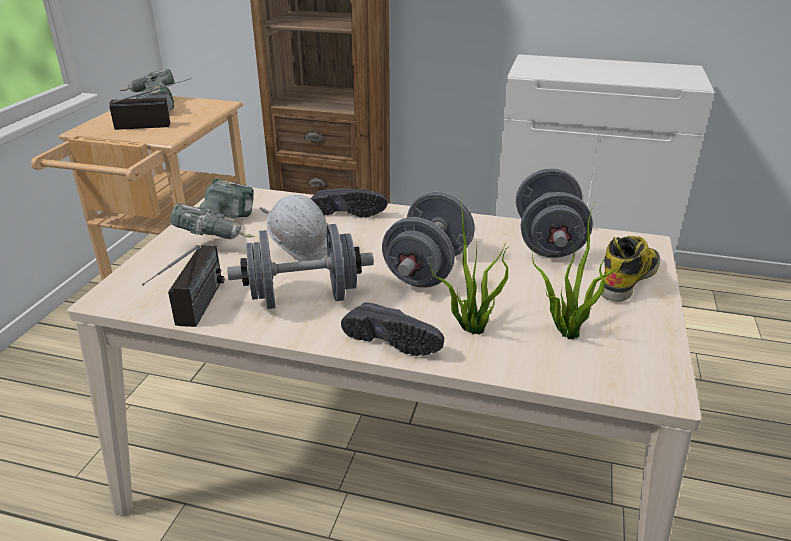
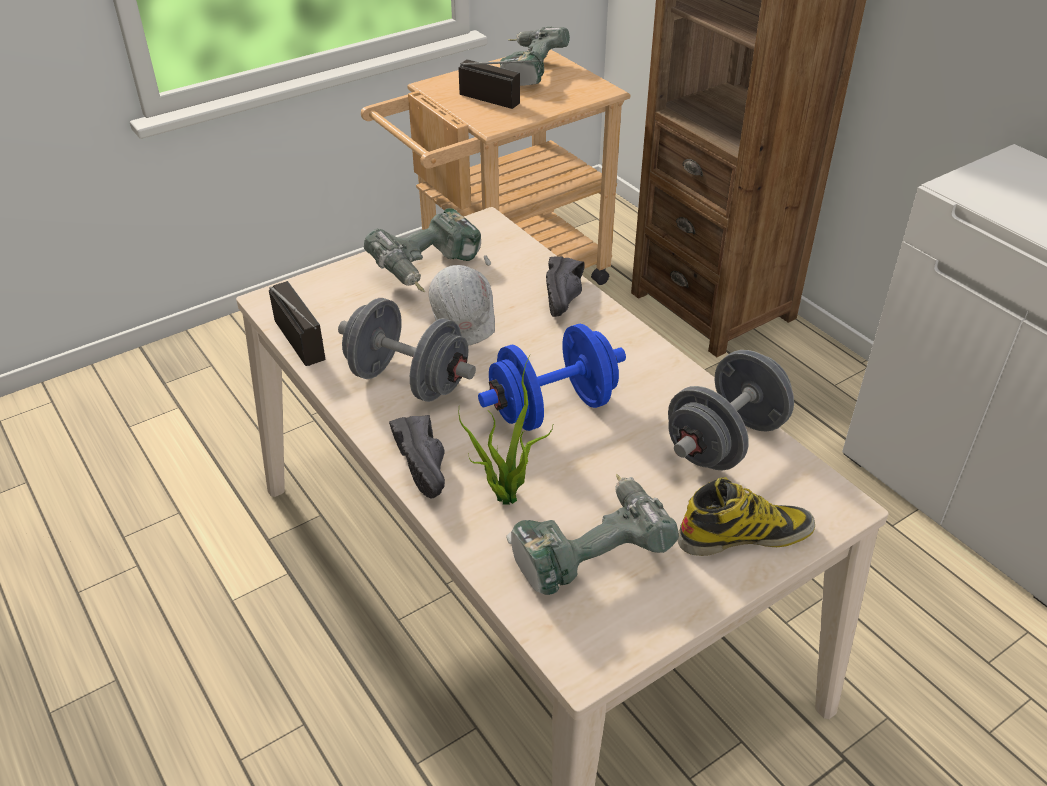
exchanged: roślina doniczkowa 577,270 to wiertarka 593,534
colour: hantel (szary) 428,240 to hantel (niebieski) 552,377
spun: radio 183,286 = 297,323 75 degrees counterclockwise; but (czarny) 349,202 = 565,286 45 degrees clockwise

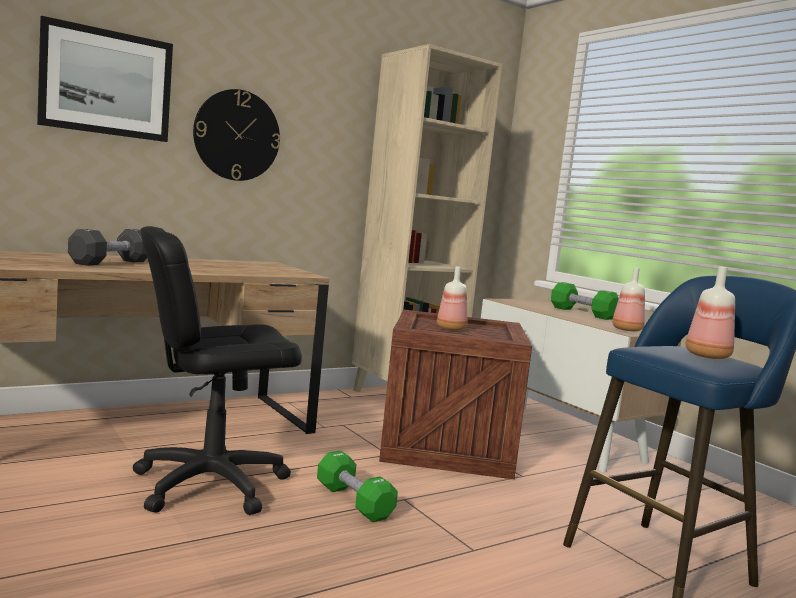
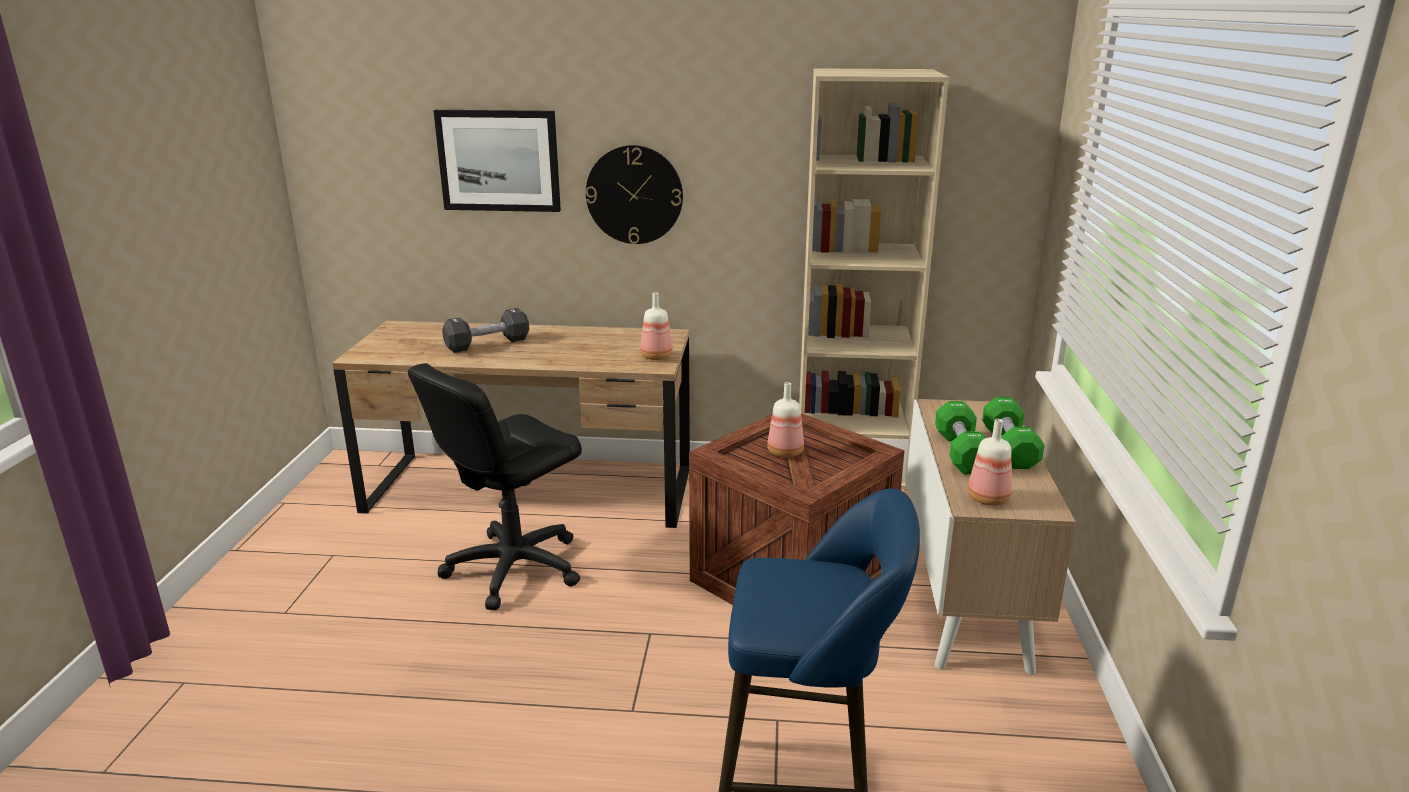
relocated: butelka 710,312 to 656,326; hantel (zielony) 357,486 to 960,437
spun: krzesło biurowe (czarny) 217,370 = 495,486 60 degrees counterclockwise

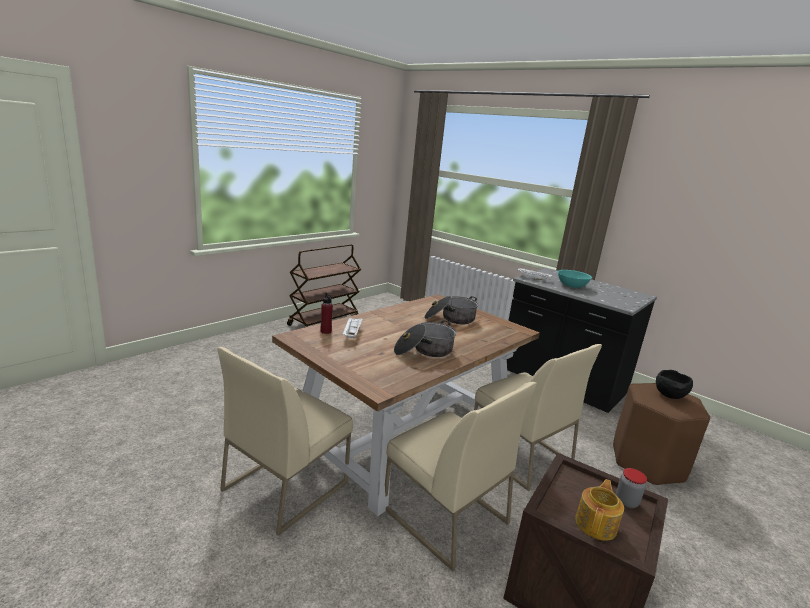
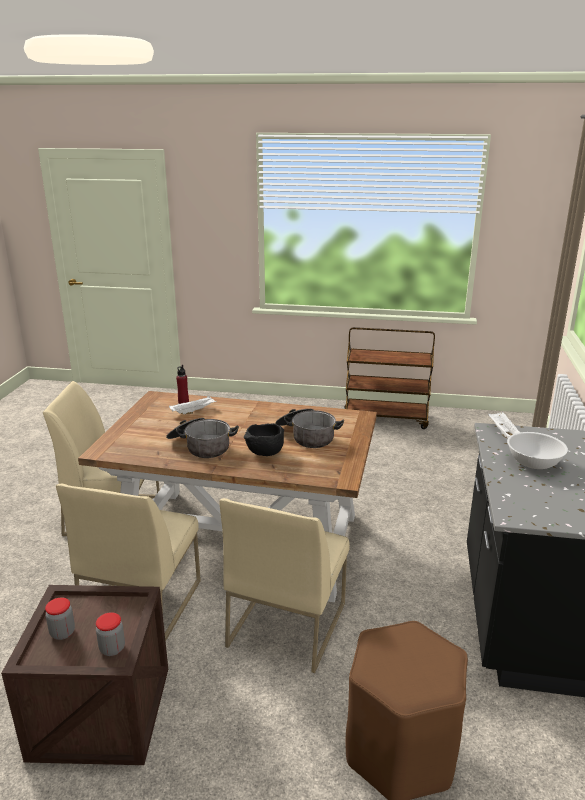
relocated: miska (czarny) 674,384 to 264,439
exchanged: imbryk 599,510 to słoik 60,619
colour: miska (turkusowy) 574,279 to miska (biały) 537,450

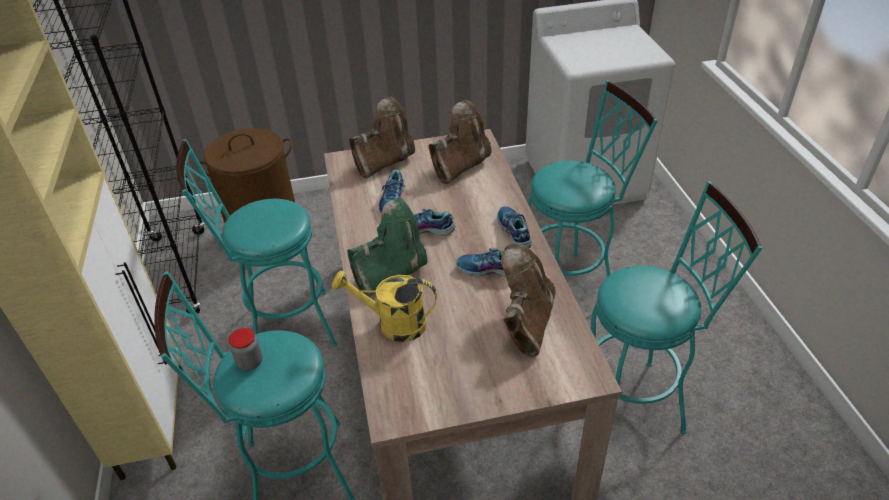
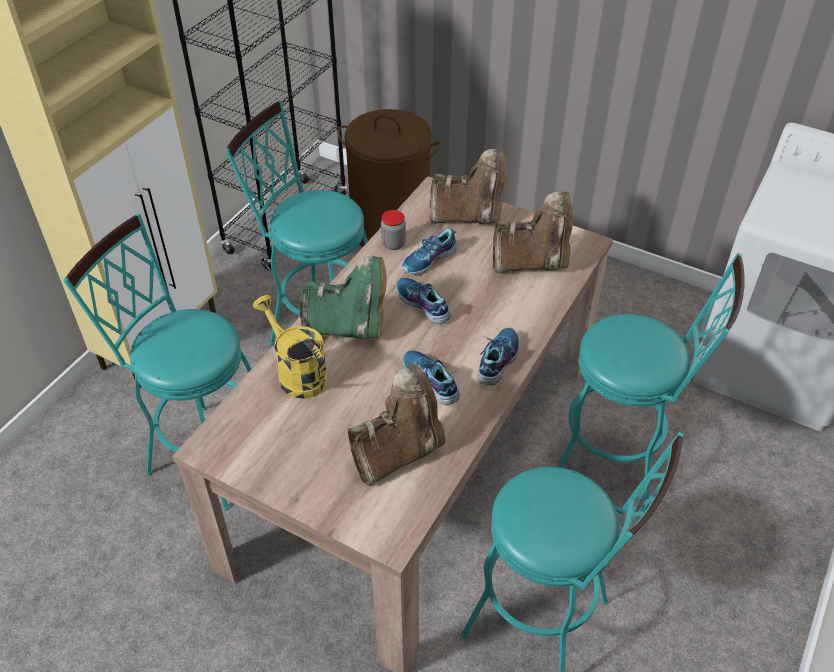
relocated: słoik 245,349 to 393,230

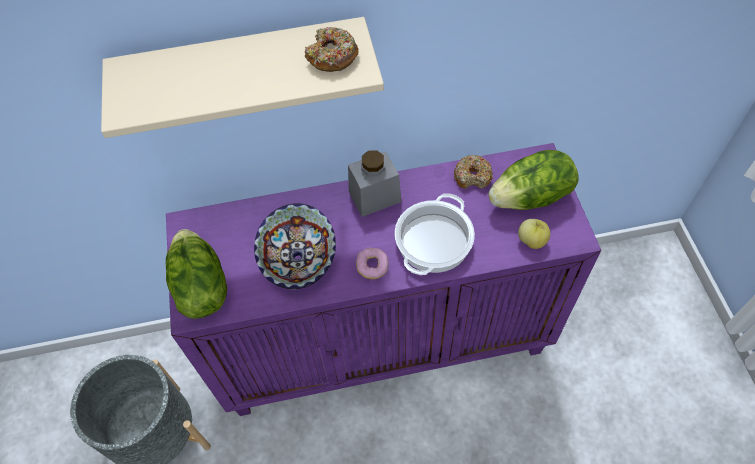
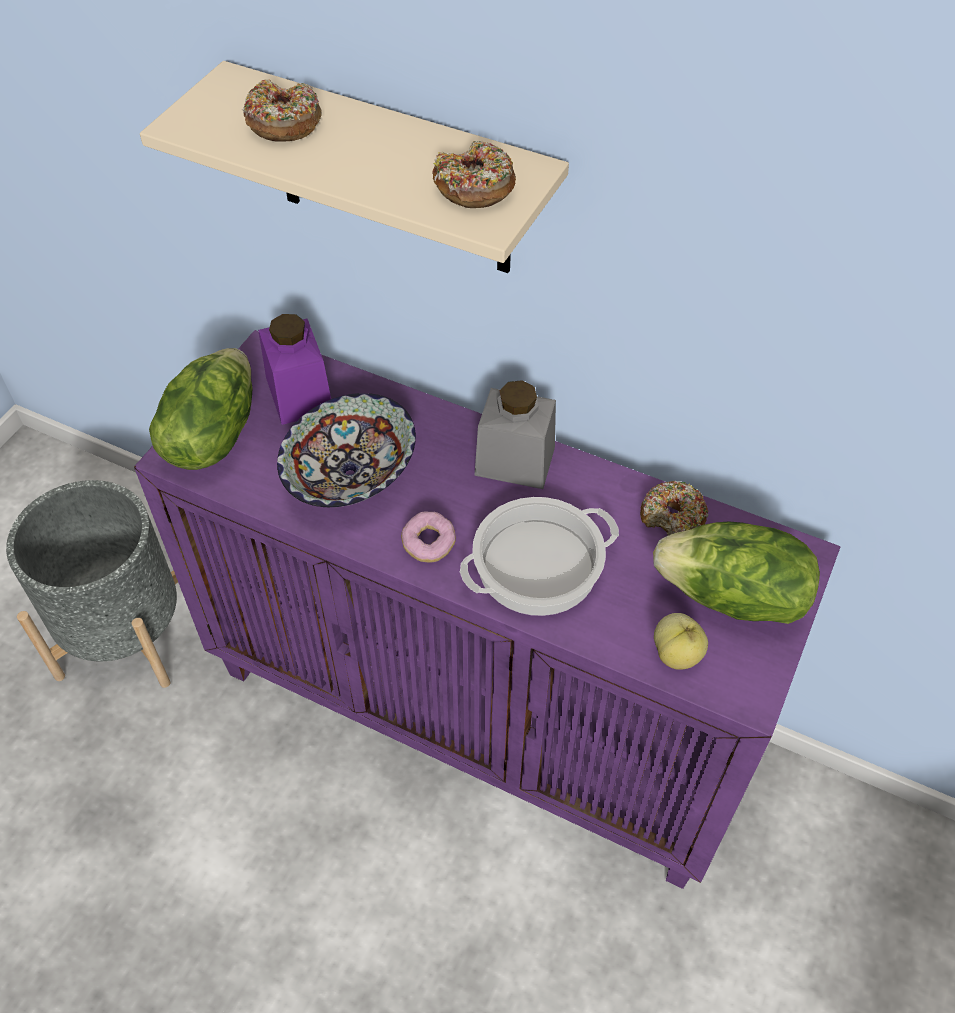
appeared: donut 282,110; słoik (fioletowy) 294,369

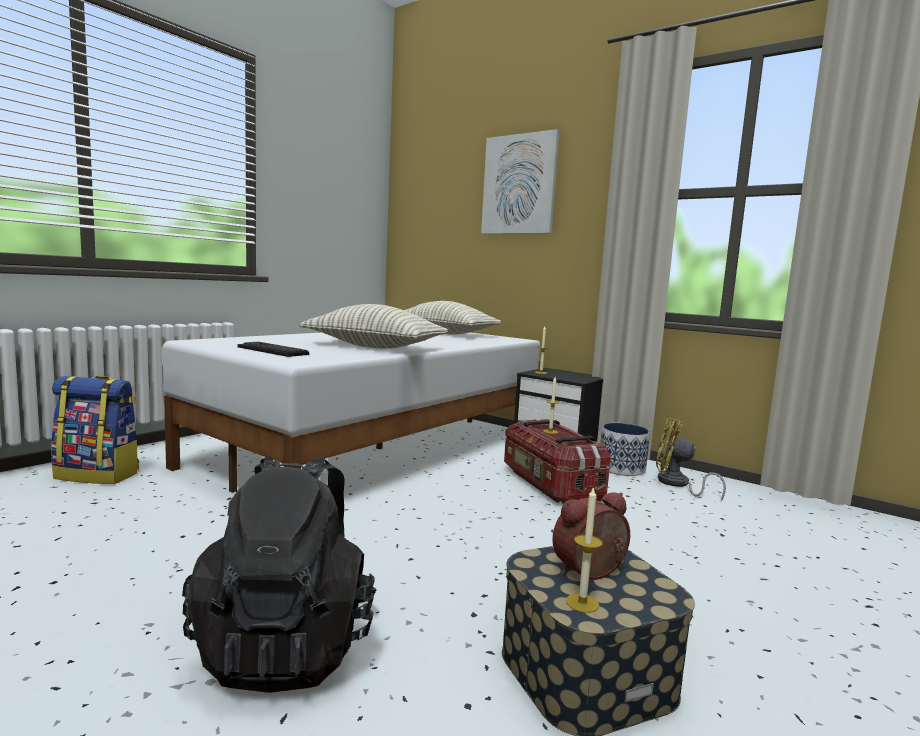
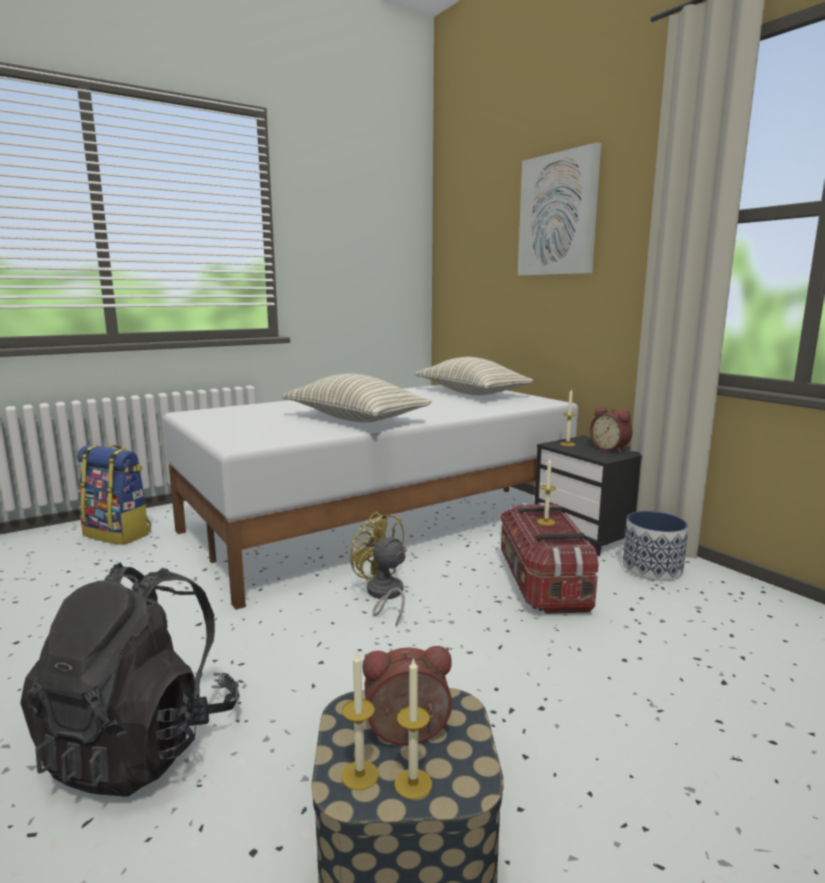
missing: klawiatura 273,349
appeared: świeca 413,728; budzik 611,429
relocated: wentylator (żółty) 691,459 to 378,569

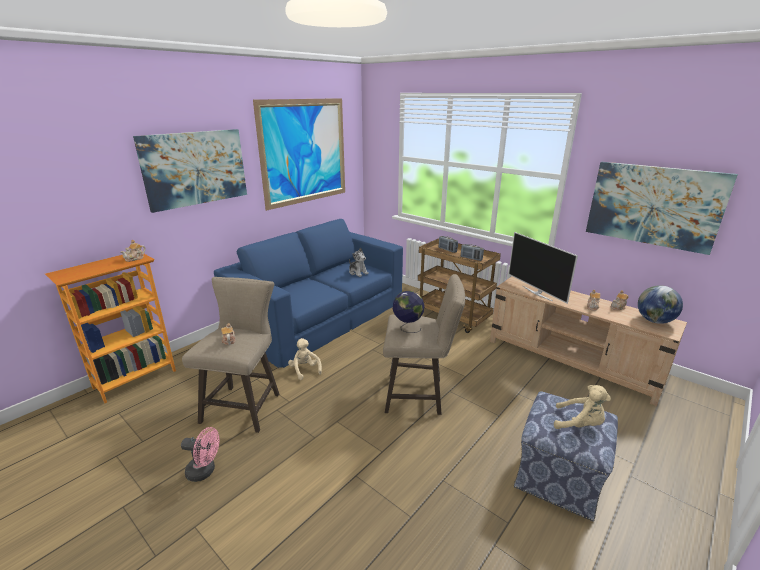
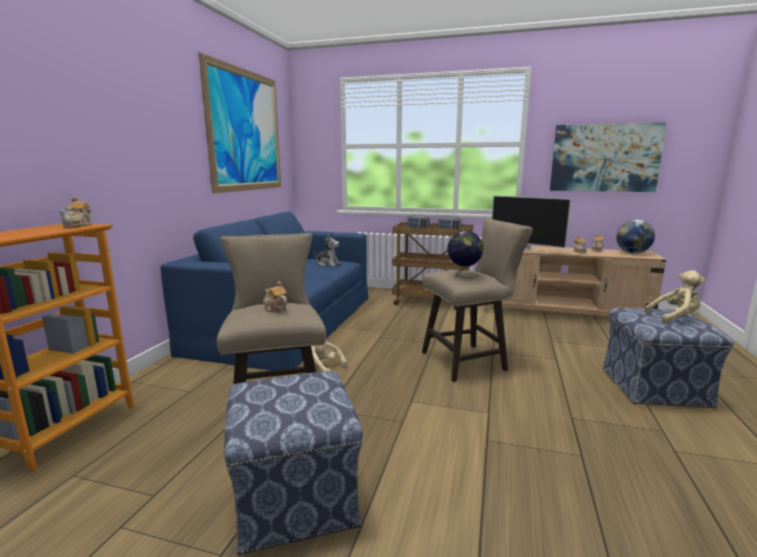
missing: obraz 190,171
exchanged: wentylator (różowy) 200,454 to pufa 293,463

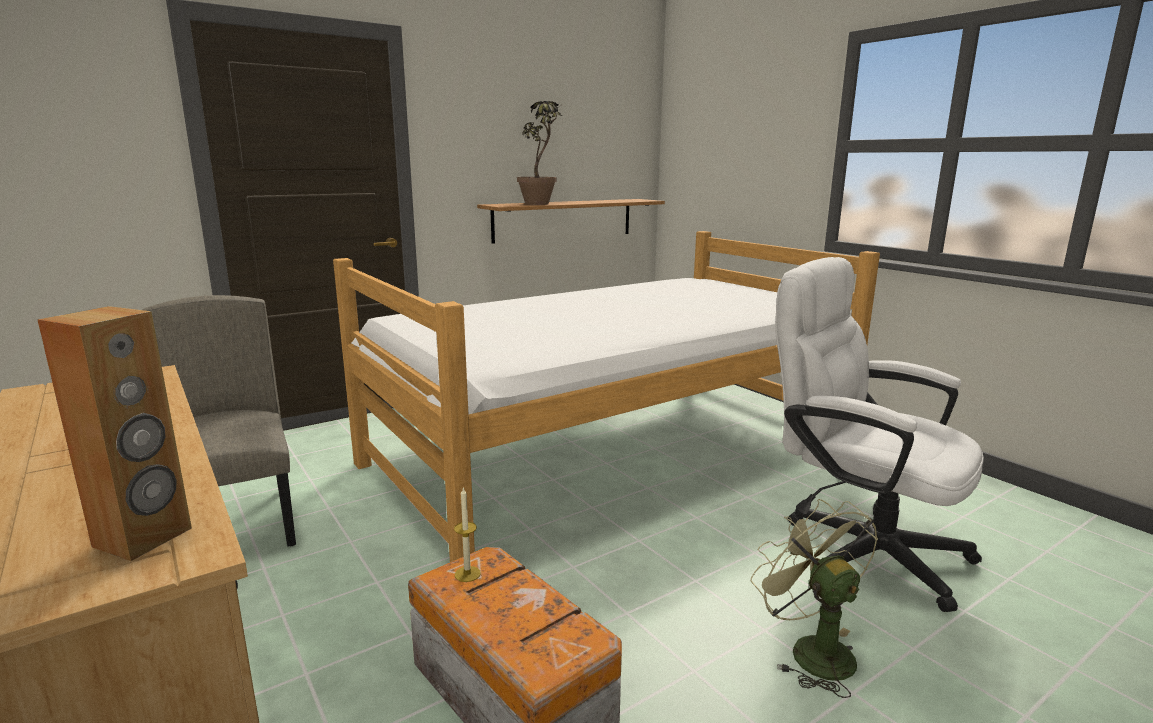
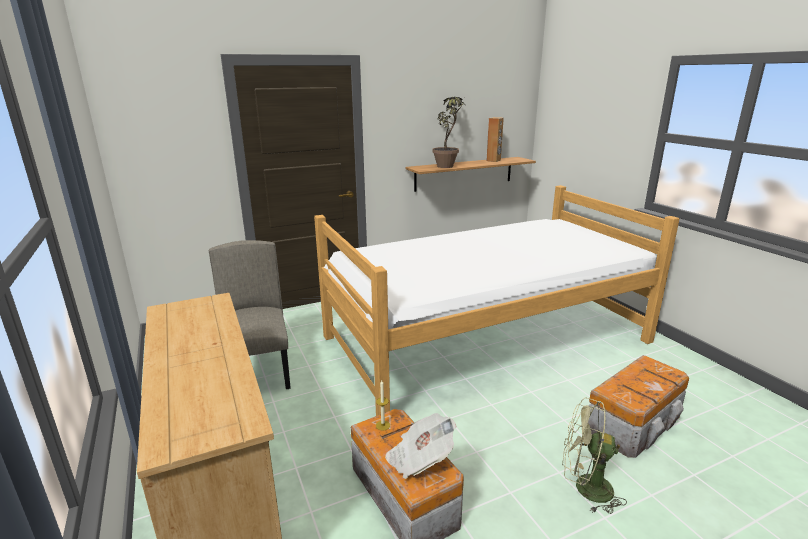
appeared: gazeta 421,446
relocated: głośnik (brązowy) 115,433 to 495,139
exchanged: krzesło biurowe (biały) 879,434 to pojemnik do przechowywania 638,406
spun: wentylator (zielony) 814,598 = 594,456 60 degrees counterclockwise

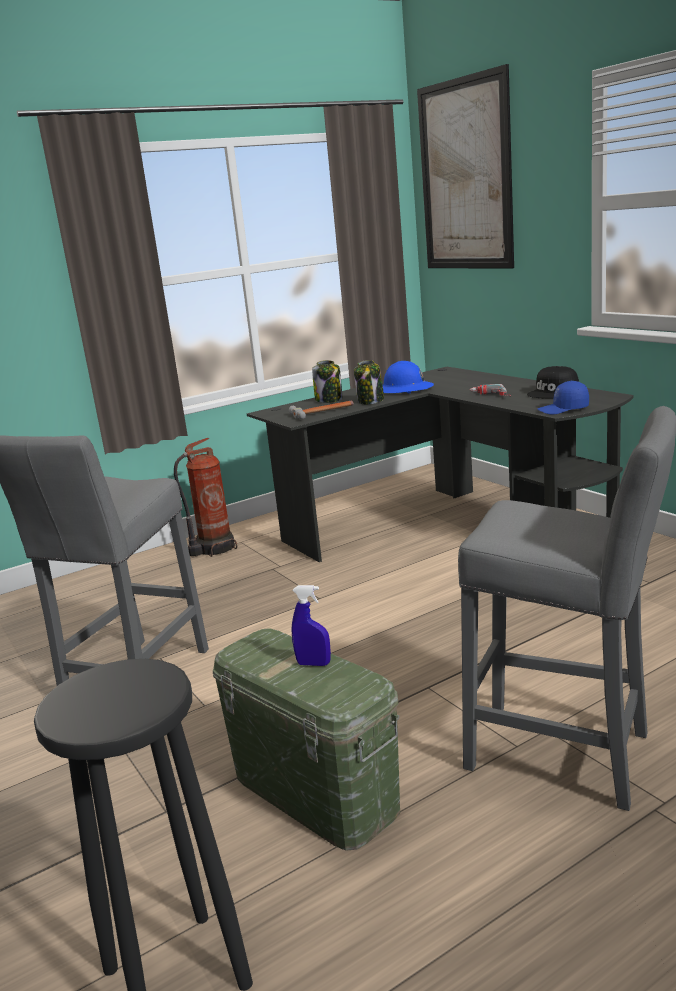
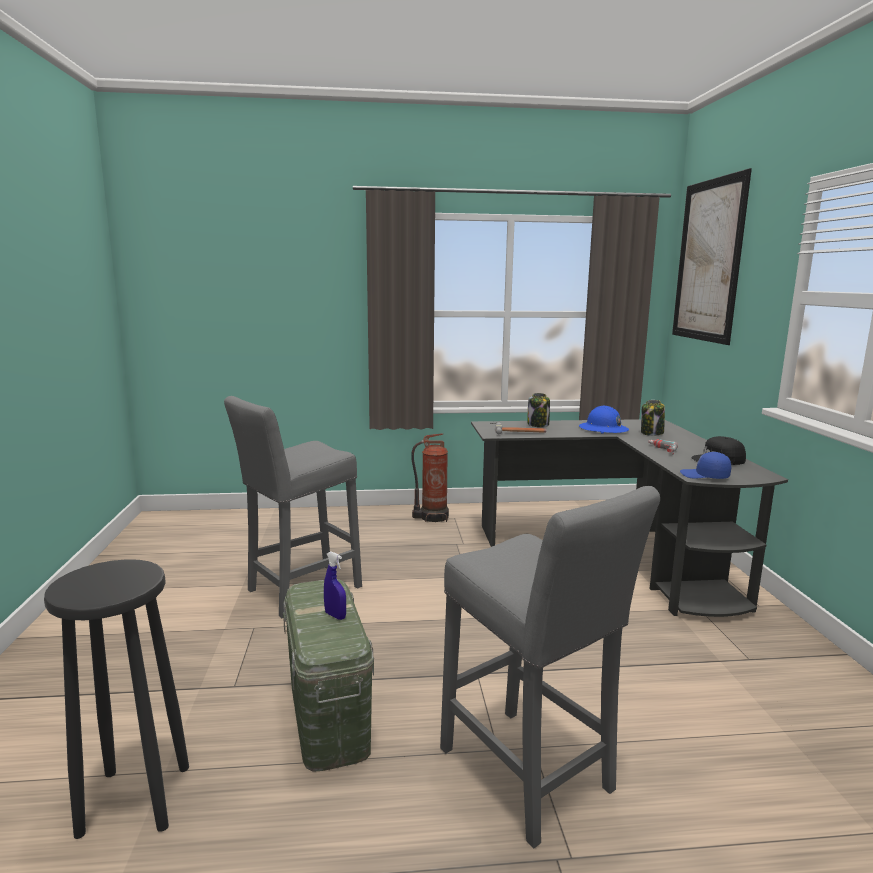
relocated: słoik 369,382 to 653,418

